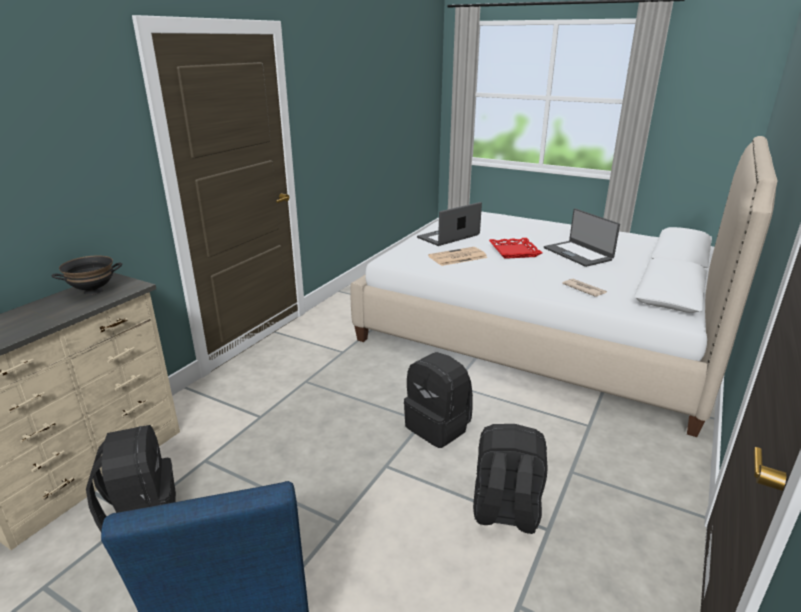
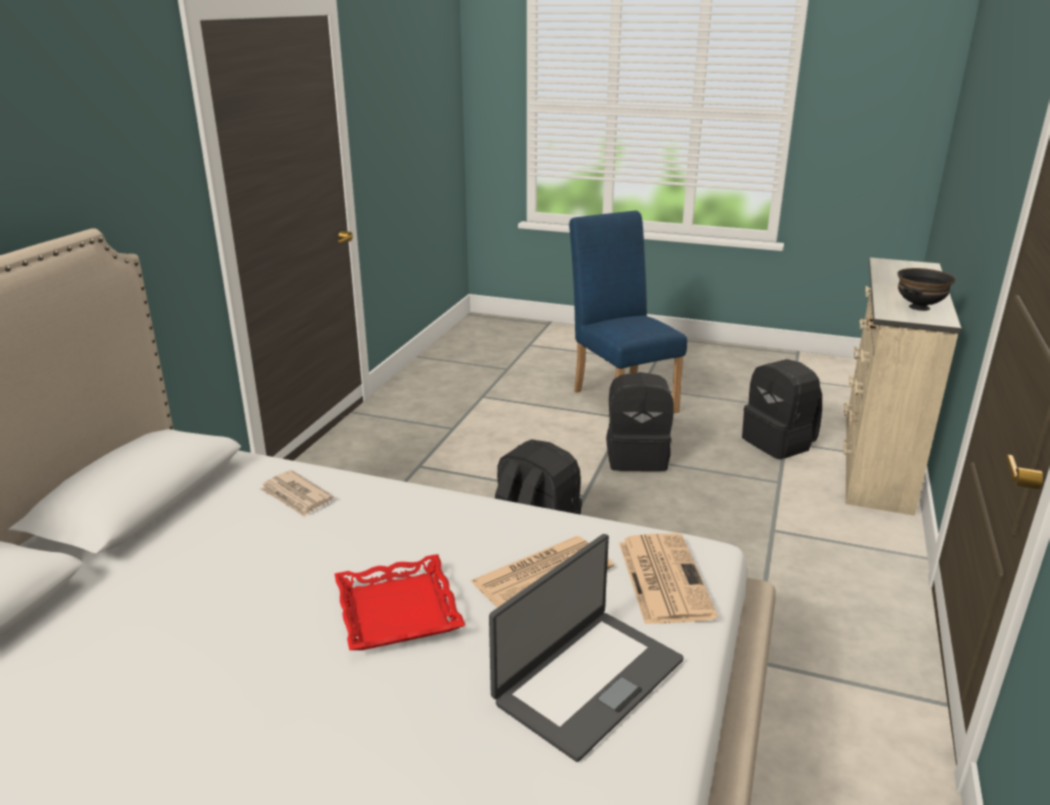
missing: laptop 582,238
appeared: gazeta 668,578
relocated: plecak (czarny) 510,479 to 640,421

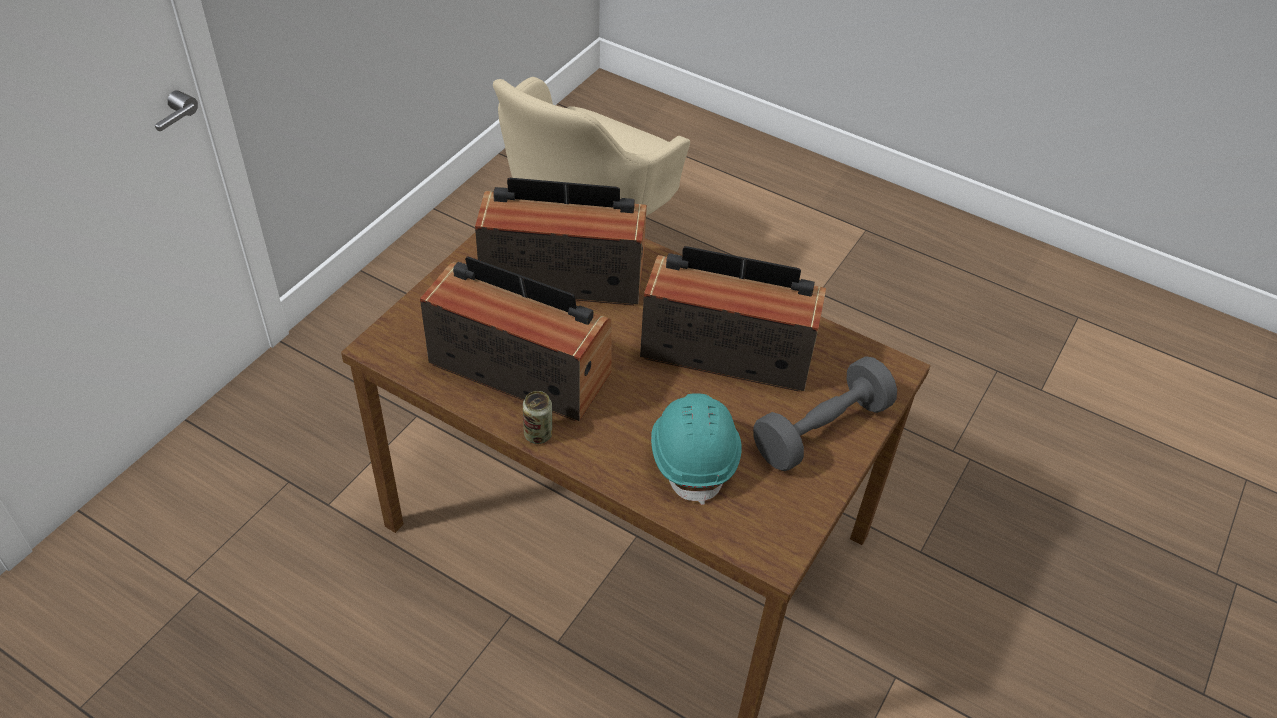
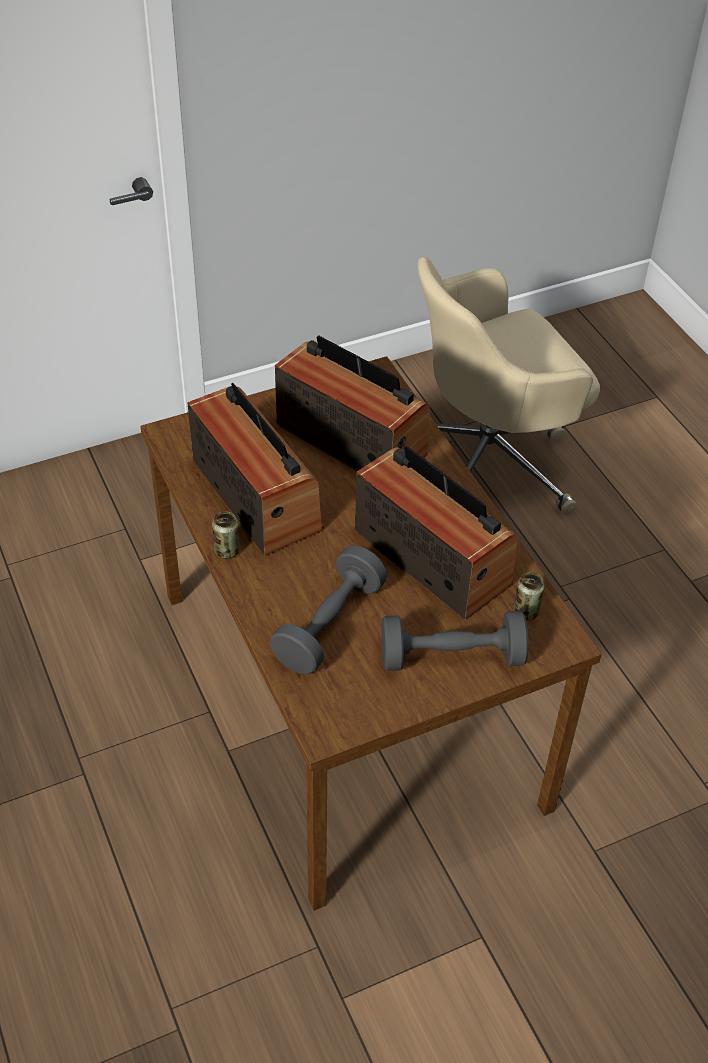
appeared: puszka 528,596
exchanged: kask (turkusowy) 696,449 to hantel (szary) 328,609

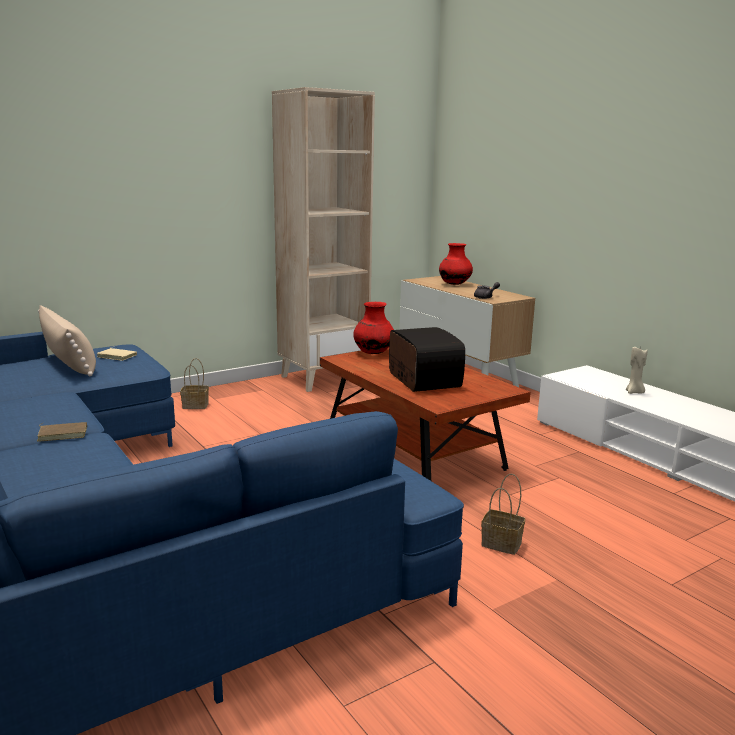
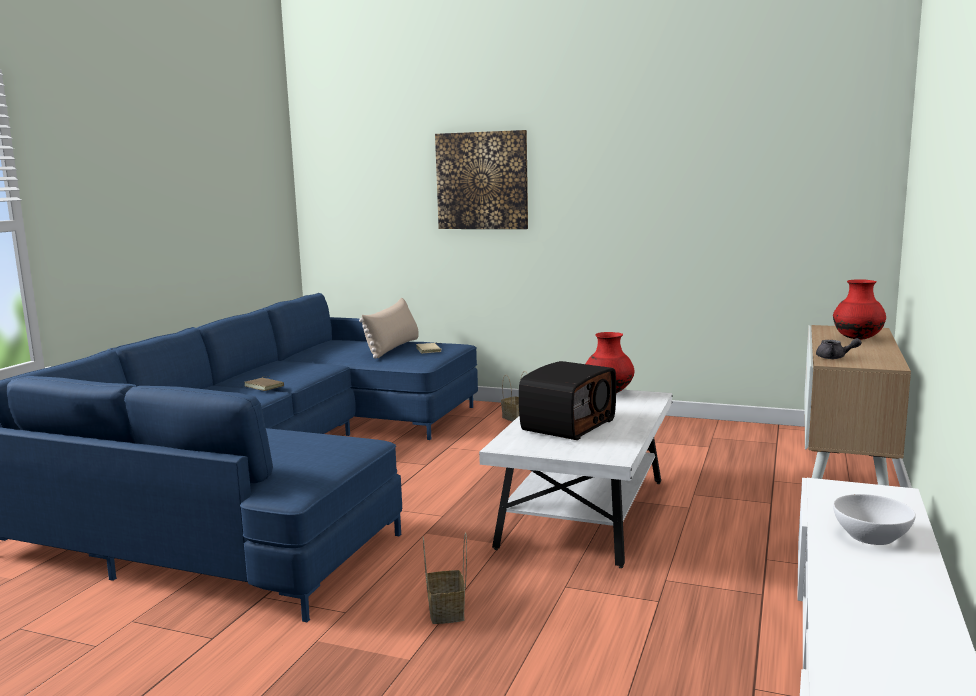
missing: regał (beżowy) 323,239
appeared: obraz 481,179
exchanged: świeca (beżowy) 637,369 to miska (biały) 874,519
colour: ława (brązowy) 425,414 to ława (biały) 576,479

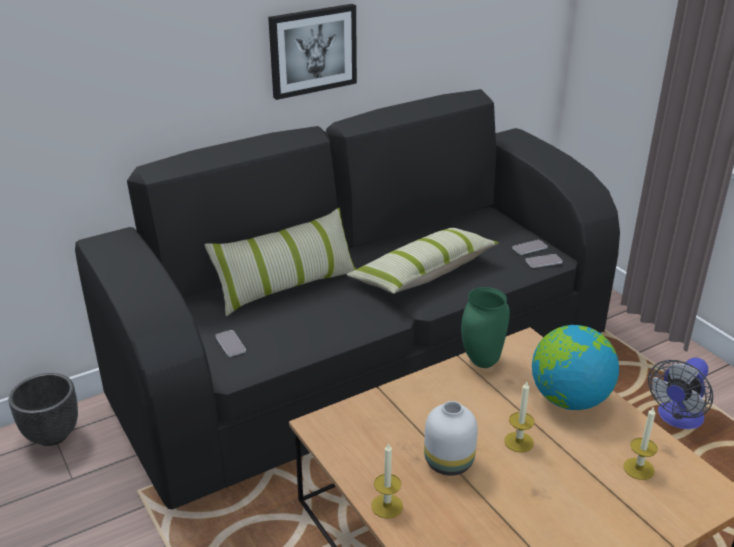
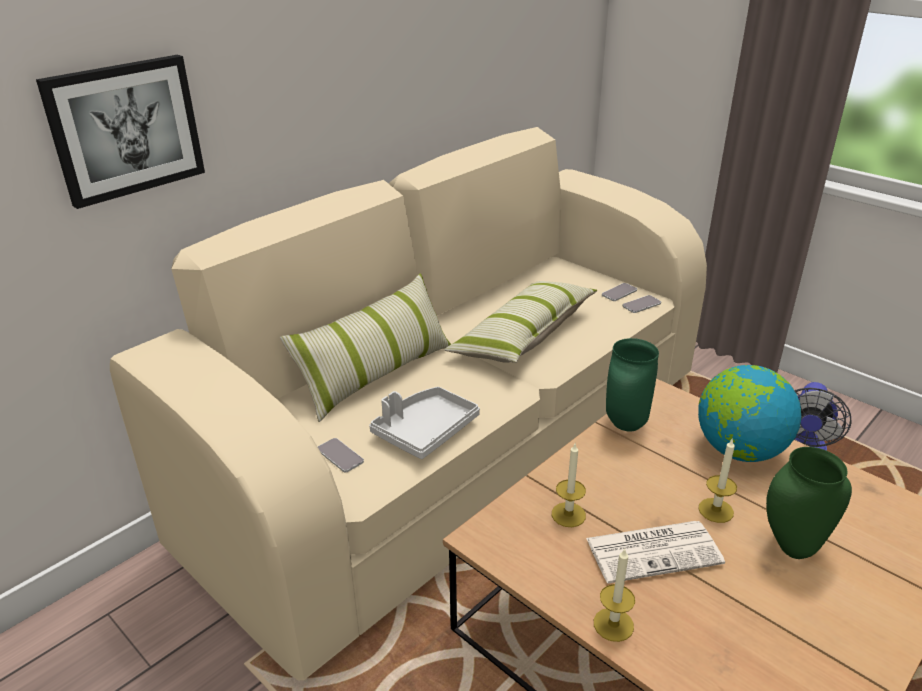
missing: donica (czarny) 43,409
appeared: taca (szary) 424,423; wazon (zielony) 809,503
relocated: obraz 312,52 to 120,132; świeca 640,443 to 569,484
exchanged: wazon (biały) 451,438 to gazeta 655,552
colour: kanapa (czarny) 347,299 to kanapa (beżowy) 408,403

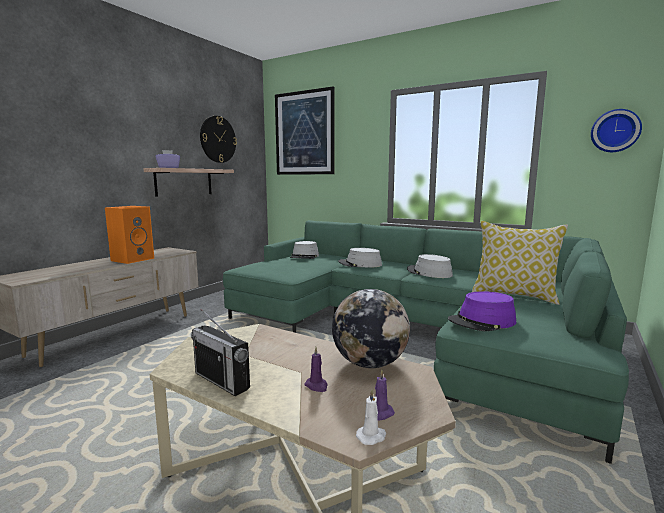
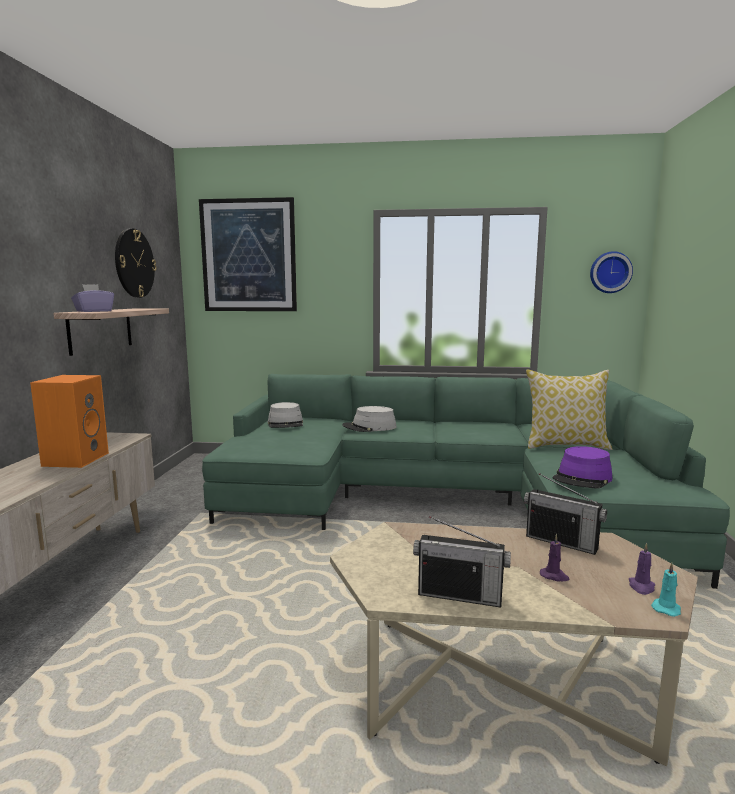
missing: kapelusz (szary) 430,266
exchanged: globus 371,328 to radio 565,514
colour: świeca (biały) 371,417 to świeca (turkusowy) 666,590

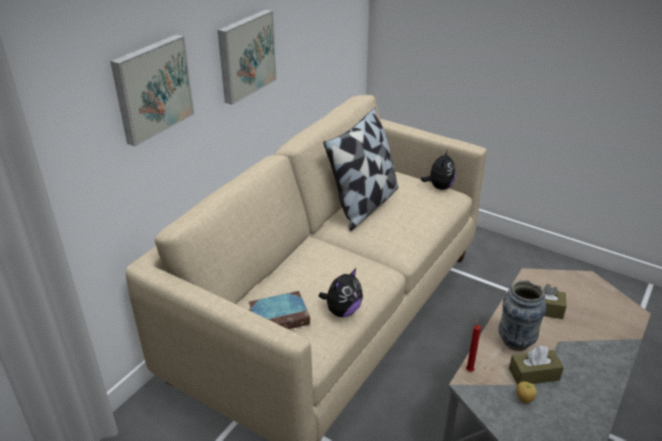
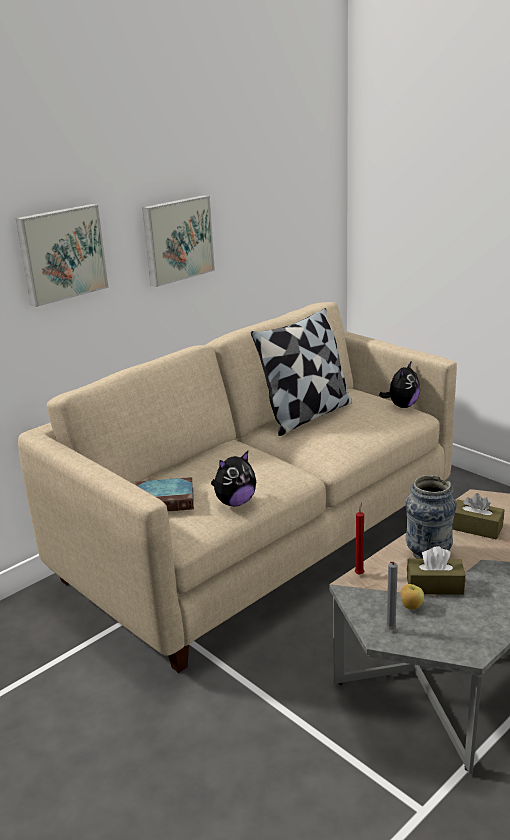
appeared: świeca (szary) 392,596

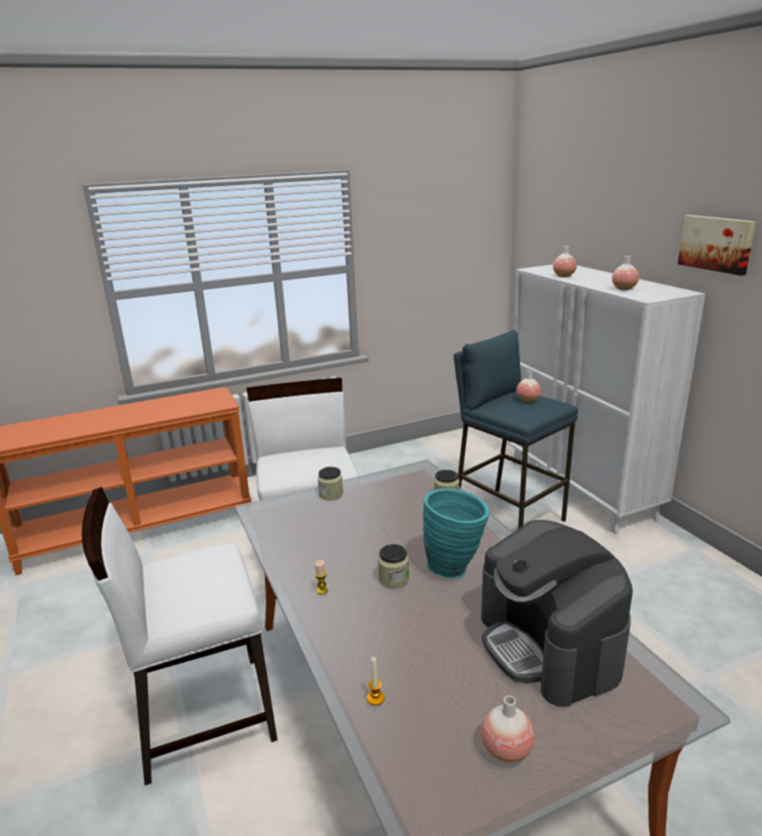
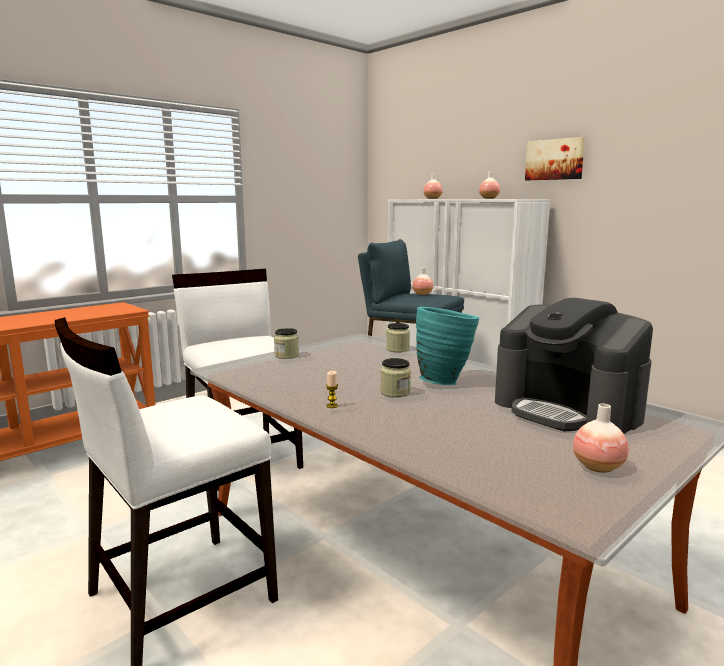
missing: świeca 376,681

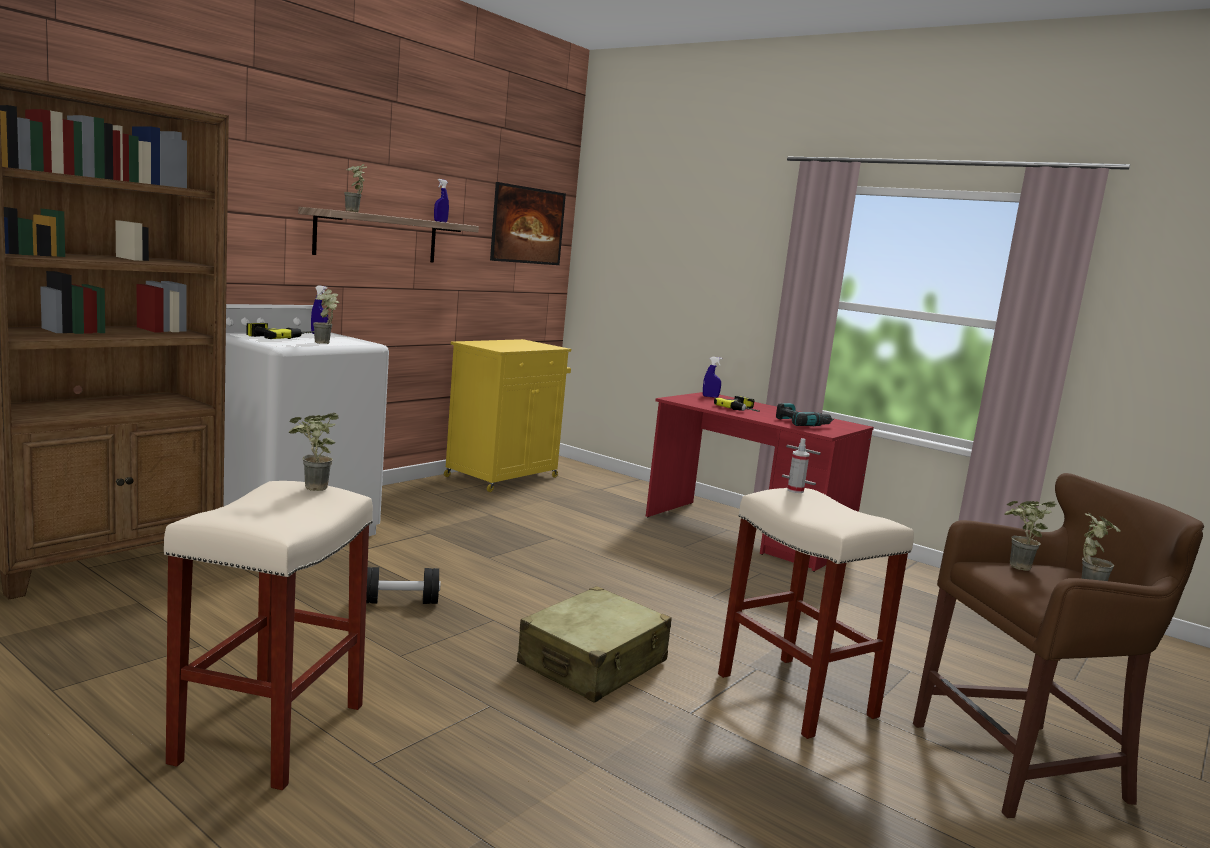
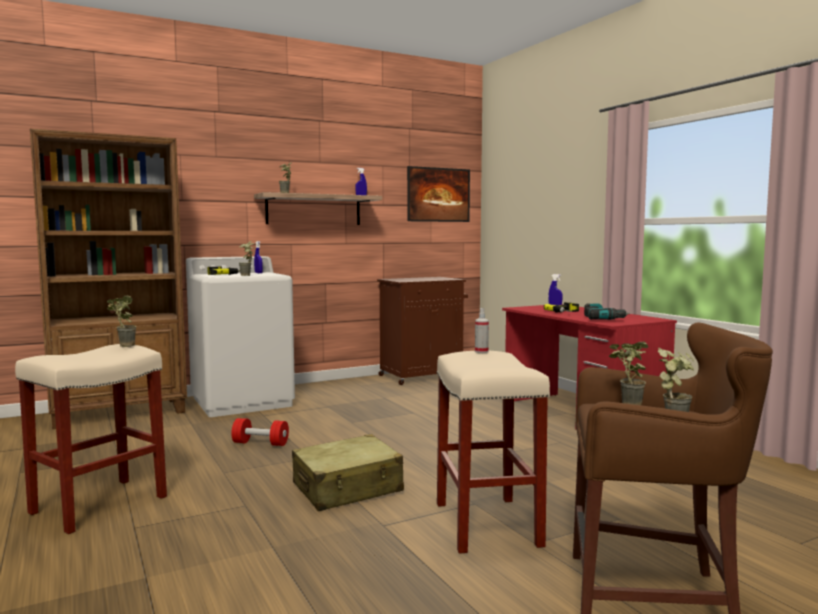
colour: hantel (czarny) 403,585 to hantel (czerwony) 260,432; szafka (żółty) 507,415 to szafka (brązowy) 422,331

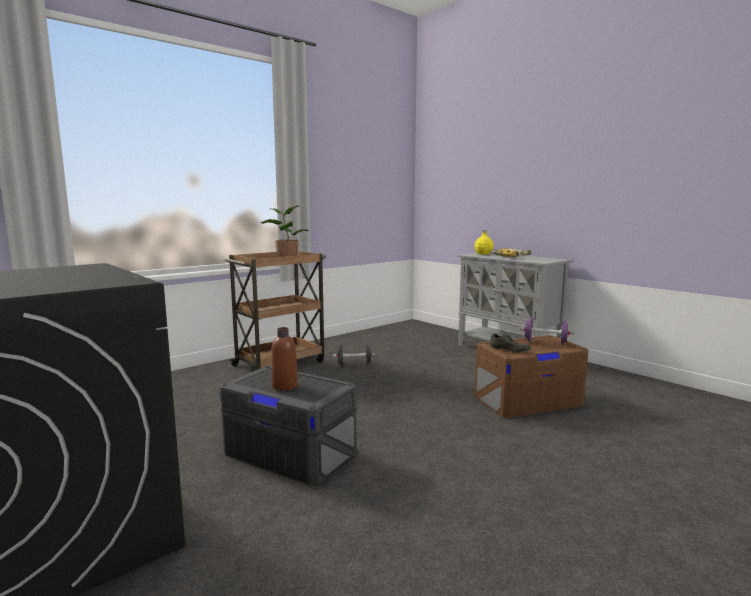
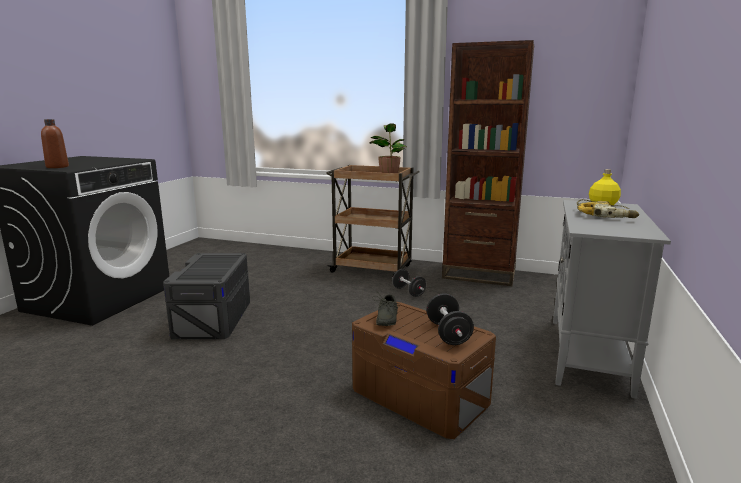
appeared: regał (brązowy) 488,163
relocated: butelka (brązowy) 285,359 to 55,143
colour: hantel (fioletowy) 547,331 to hantel (czarny) 450,319

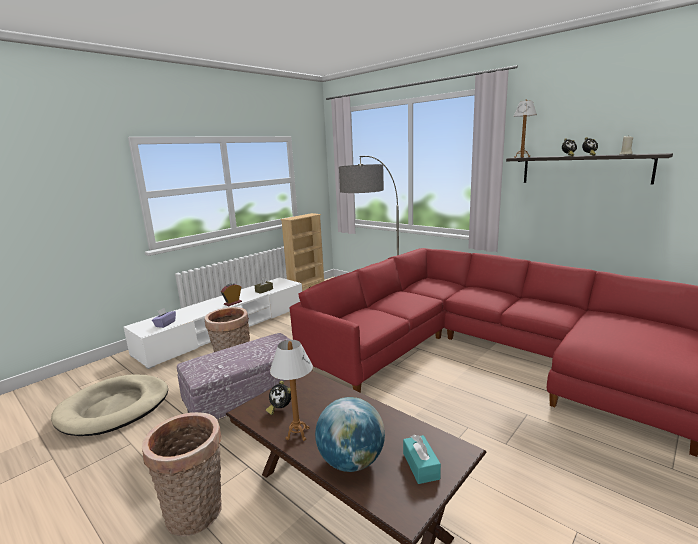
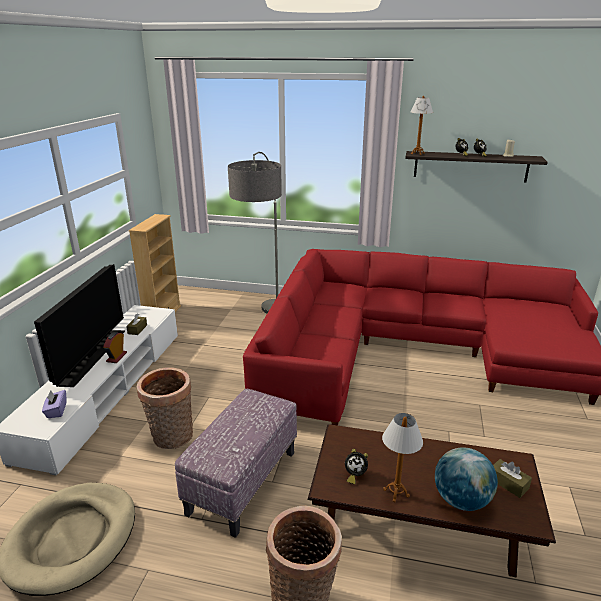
appeared: telewizor 79,325
colour: pudełko chusteczek (turkusowy) 422,459 to pudełko chusteczek (brązowy) 512,478

